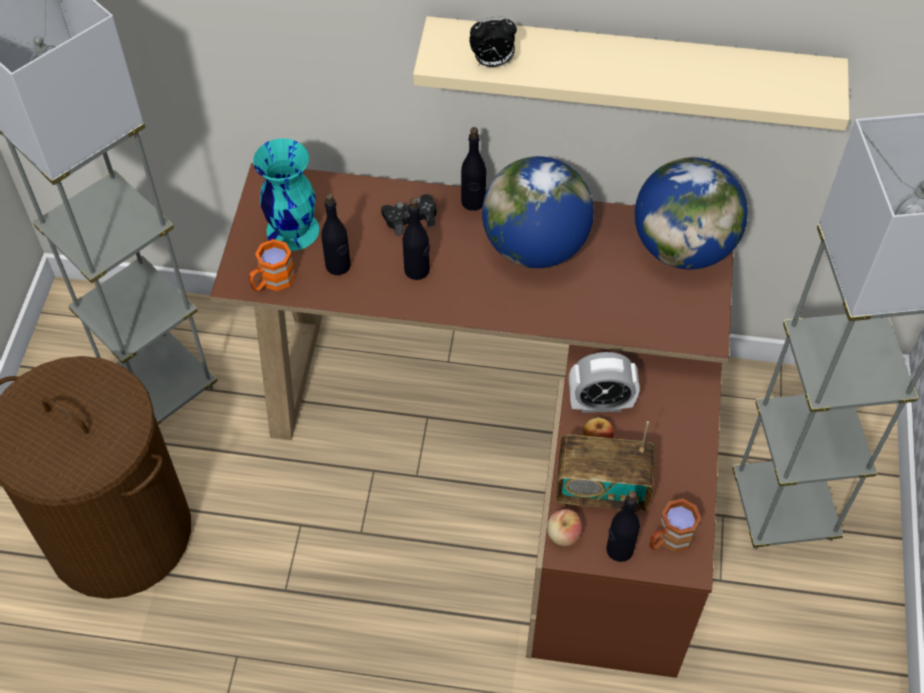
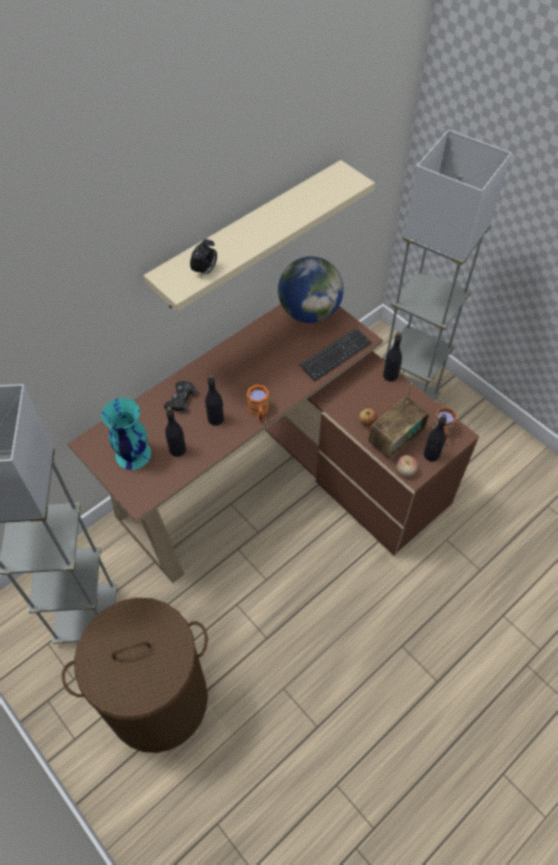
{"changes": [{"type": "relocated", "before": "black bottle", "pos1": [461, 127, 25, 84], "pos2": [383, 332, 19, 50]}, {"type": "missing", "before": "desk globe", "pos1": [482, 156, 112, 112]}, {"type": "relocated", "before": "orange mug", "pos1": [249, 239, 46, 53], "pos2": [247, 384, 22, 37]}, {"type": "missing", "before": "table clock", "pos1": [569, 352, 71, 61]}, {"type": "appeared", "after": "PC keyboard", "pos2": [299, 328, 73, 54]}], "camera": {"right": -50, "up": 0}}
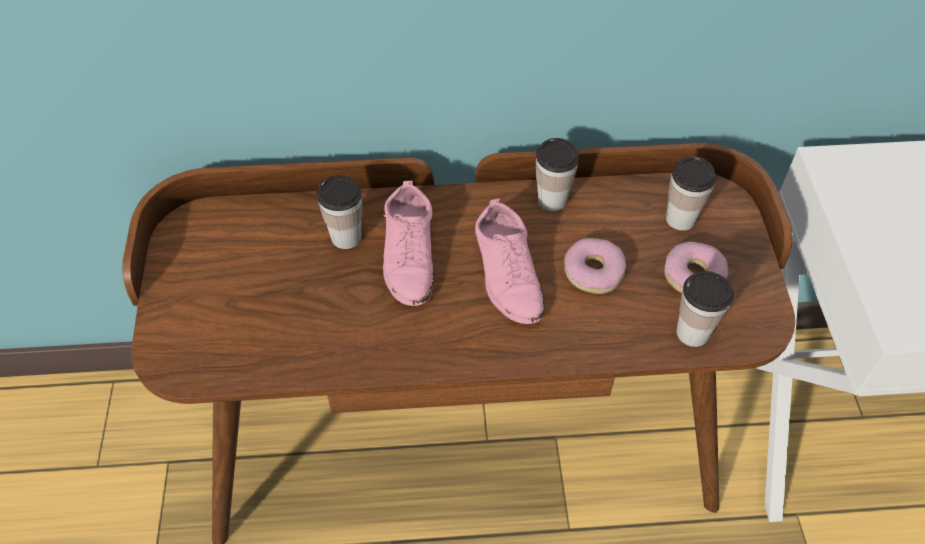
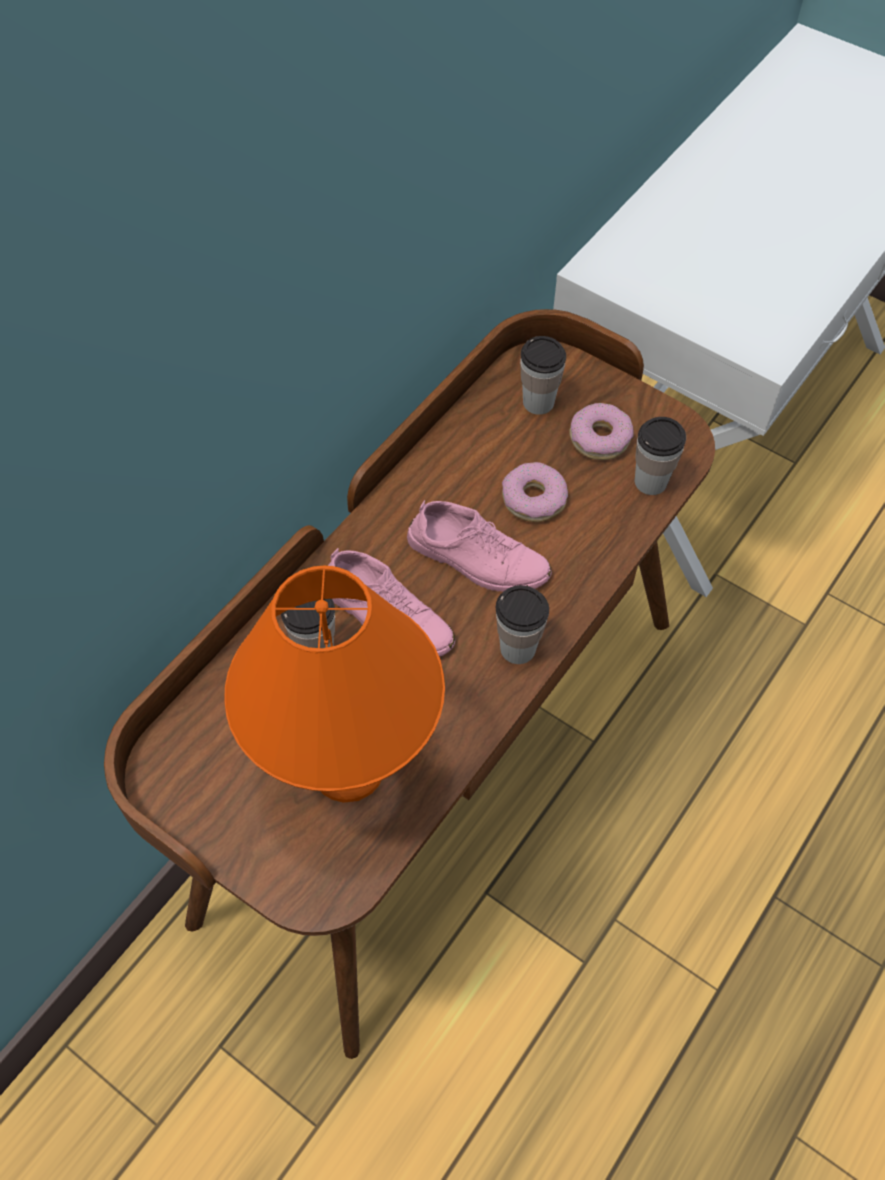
{"changes": [{"type": "relocated", "before": "small cup", "pos1": [536, 138, 43, 74], "pos2": [496, 585, 53, 79]}, {"type": "appeared", "after": "orange lamp for a table", "pos2": [225, 566, 220, 237]}], "camera": {"right": -50, "up": 5}}
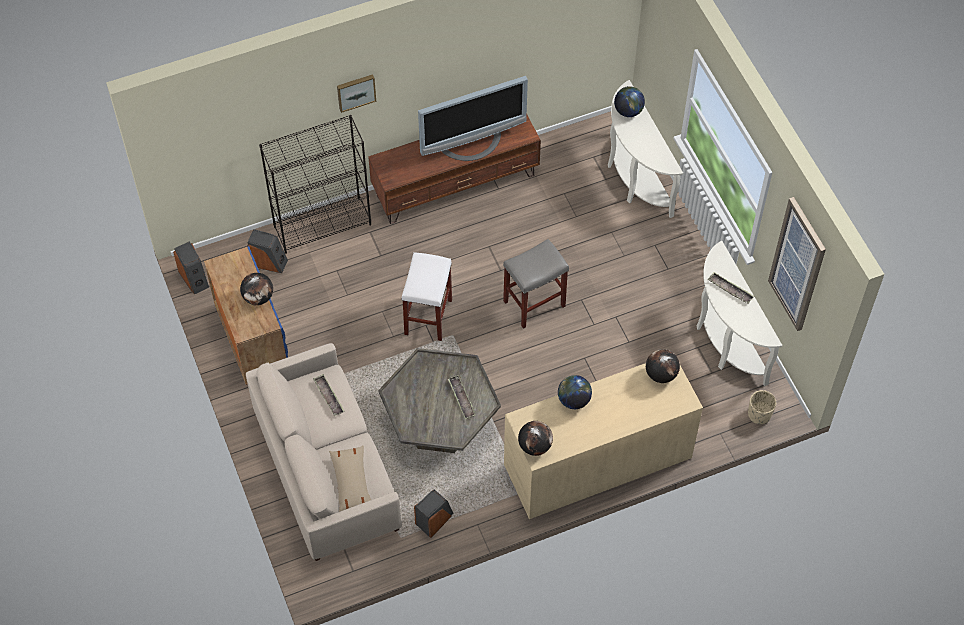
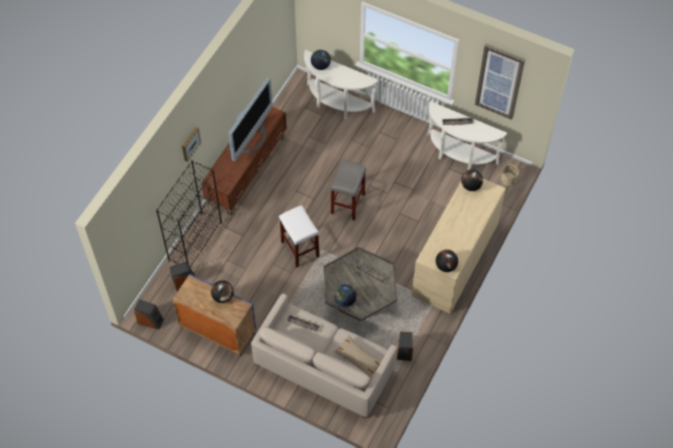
{"changes": [{"type": "relocated", "before": "desk globe", "pos1": [558, 375, 34, 34], "pos2": [334, 285, 22, 22]}], "camera": {"right": -40, "up": 0}}
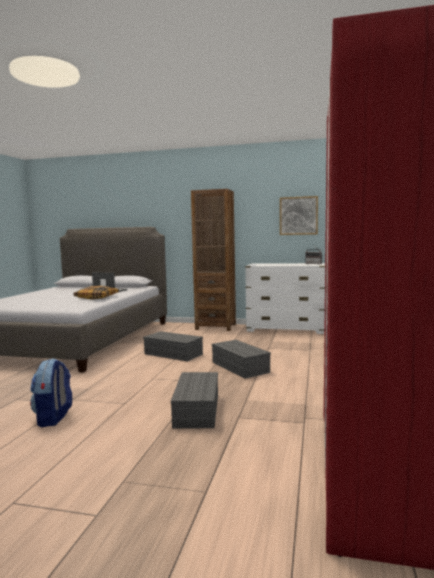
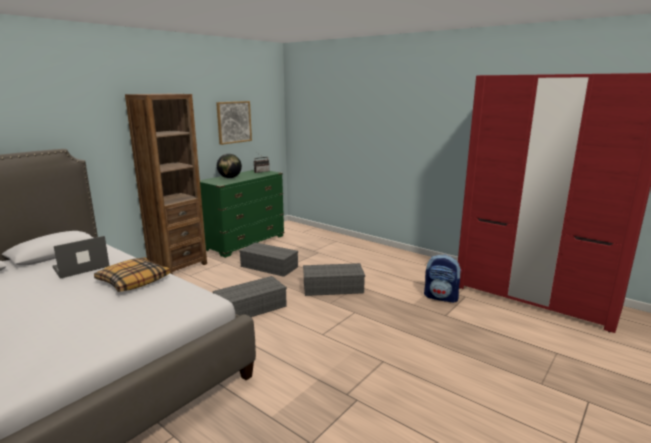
{"changes": [{"type": "colour", "before": "white-coloured chest of drawers", "after": "green-coloured chest of drawers", "pos1": [245, 263, 80, 71], "pos2": [200, 170, 84, 88]}, {"type": "relocated", "before": "rucksack", "pos1": [30, 358, 42, 69], "pos2": [424, 255, 38, 48]}, {"type": "relocated", "before": "greyish storage box", "pos1": [171, 372, 47, 56], "pos2": [239, 242, 59, 35]}, {"type": "appeared", "after": "desk globe", "pos2": [217, 154, 25, 24]}], "camera": {"right": -65, "up": 10}}
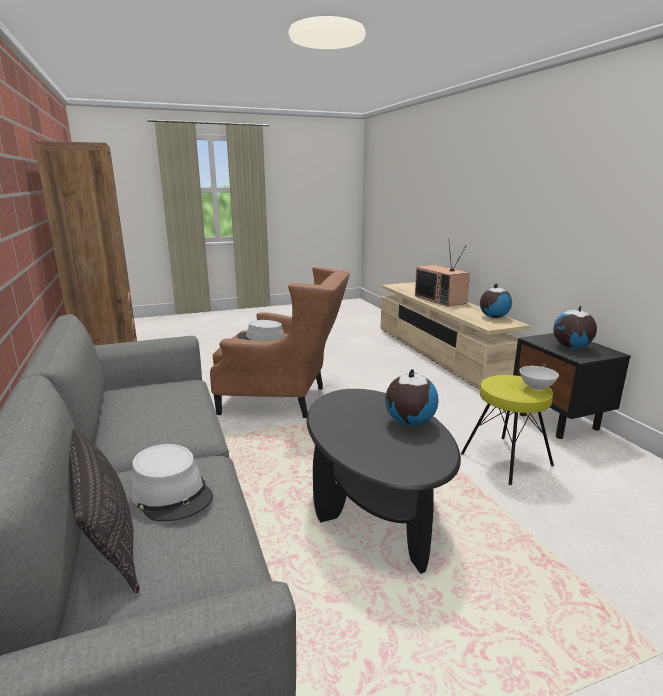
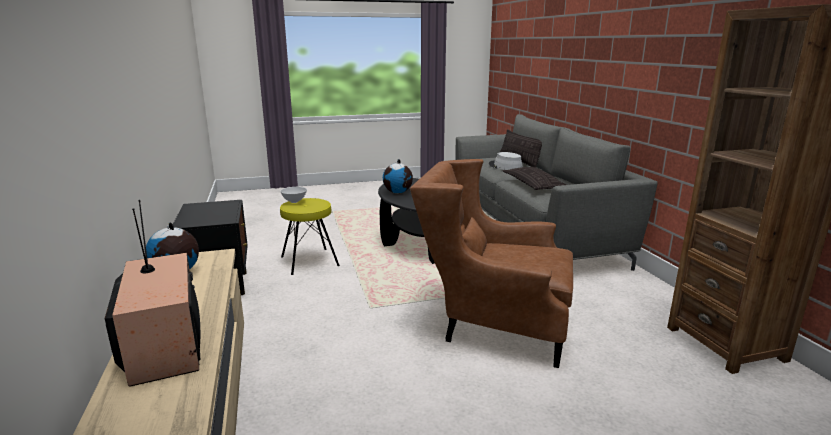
{"changes": [{"type": "missing", "before": "desk globe", "pos1": [553, 305, 44, 44]}, {"type": "missing", "before": "greyish hat", "pos1": [237, 320, 48, 21]}, {"type": "appeared", "after": "throw pillow", "pos2": [503, 167, 64, 23]}], "camera": {"right": -175, "up": 0}}
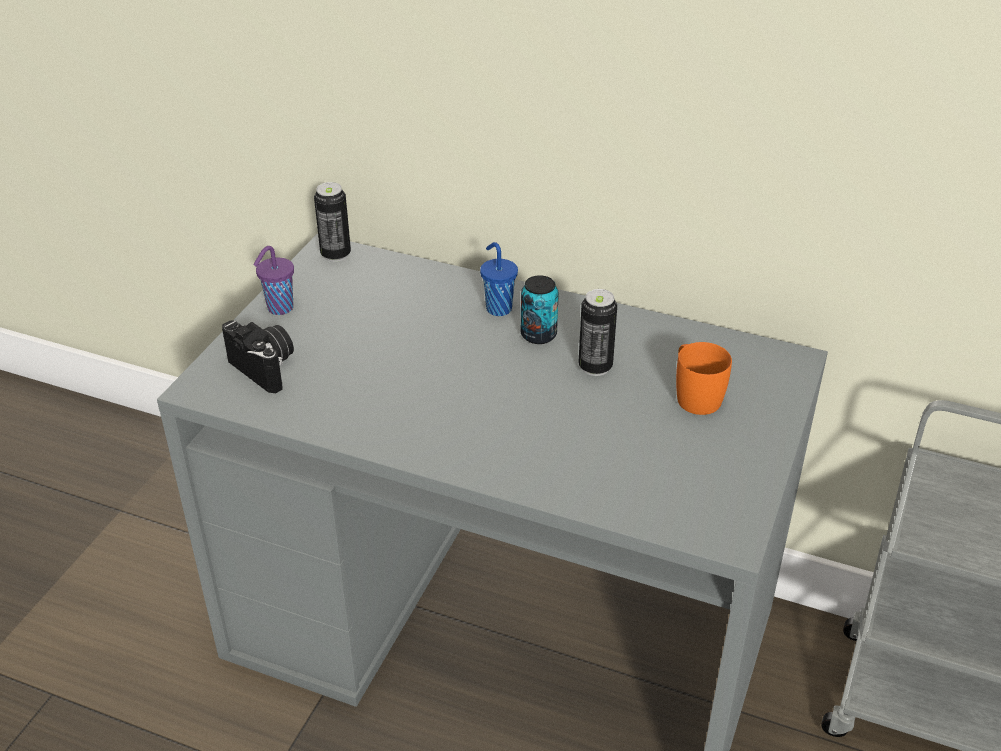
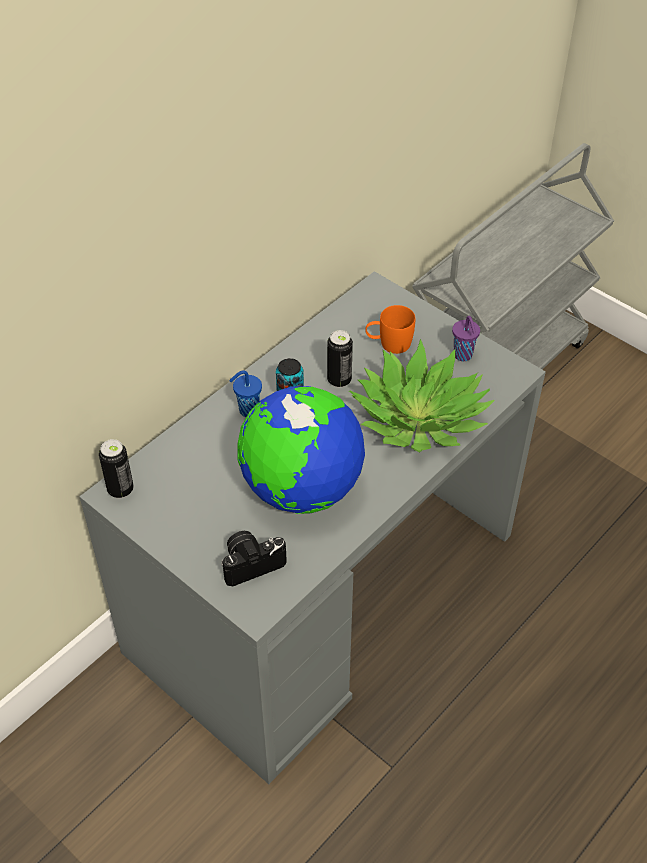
{"changes": [{"type": "relocated", "before": "purple-coloured small cup", "pos1": [253, 246, 41, 69], "pos2": [452, 316, 28, 45]}, {"type": "appeared", "after": "plant in a pot", "pos2": [349, 339, 146, 113]}, {"type": "appeared", "after": "desk globe", "pos2": [238, 386, 127, 128]}], "camera": {"right": -70, "up": 10}}
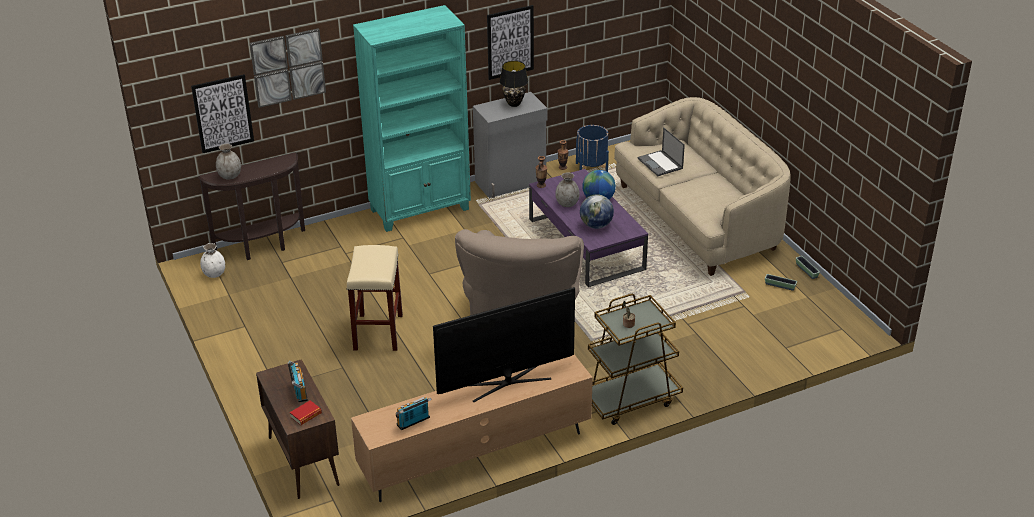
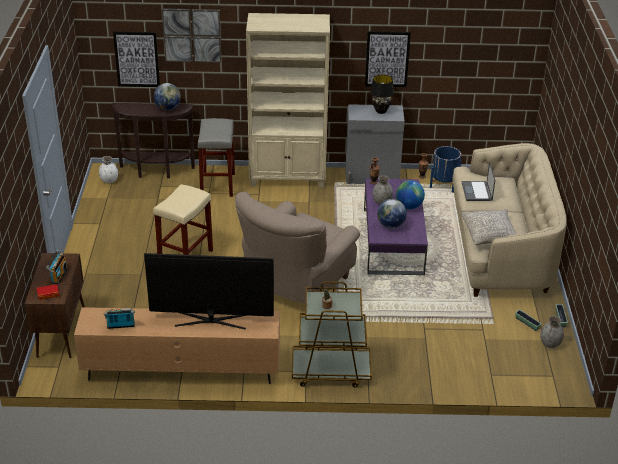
{"changes": [{"type": "colour", "before": "turquoise-coloured bookshelf", "after": "sand-coloured bookshelf", "pos1": [353, 5, 118, 227], "pos2": [246, 13, 84, 175]}, {"type": "relocated", "before": "greyish decorative vase", "pos1": [216, 144, 25, 36], "pos2": [540, 316, 24, 32]}, {"type": "appeared", "after": "desk globe", "pos2": [154, 83, 27, 27]}, {"type": "appeared", "after": "greyish stool seat", "pos2": [197, 118, 38, 79]}, {"type": "appeared", "after": "greyish throw pillow", "pos2": [461, 209, 56, 36]}], "camera": {"right": 25, "up": 0}}
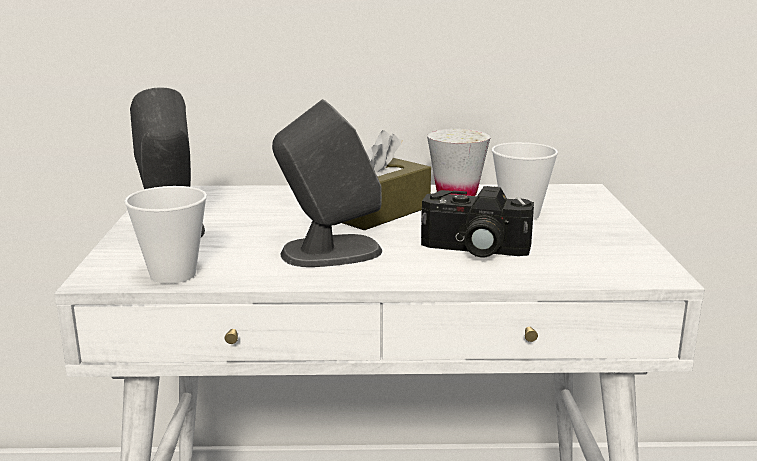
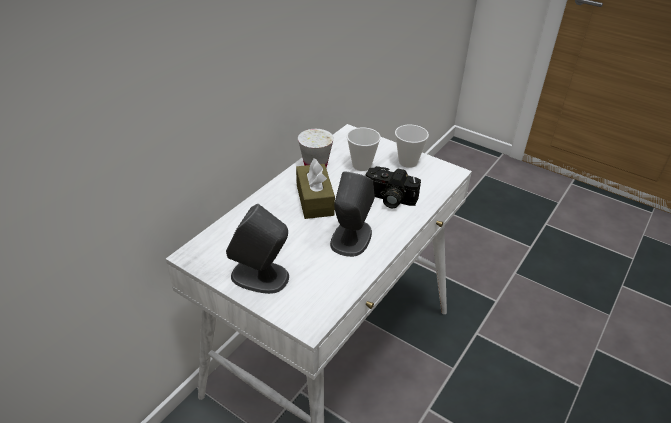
{"changes": [{"type": "relocated", "before": "small cup", "pos1": [124, 186, 83, 98], "pos2": [395, 125, 34, 43]}, {"type": "spun", "before": "photo camera", "pos1": [421, 186, 113, 72], "pos2": [366, 166, 55, 42], "turn": 60}], "camera": {"right": -55, "up": 20}}
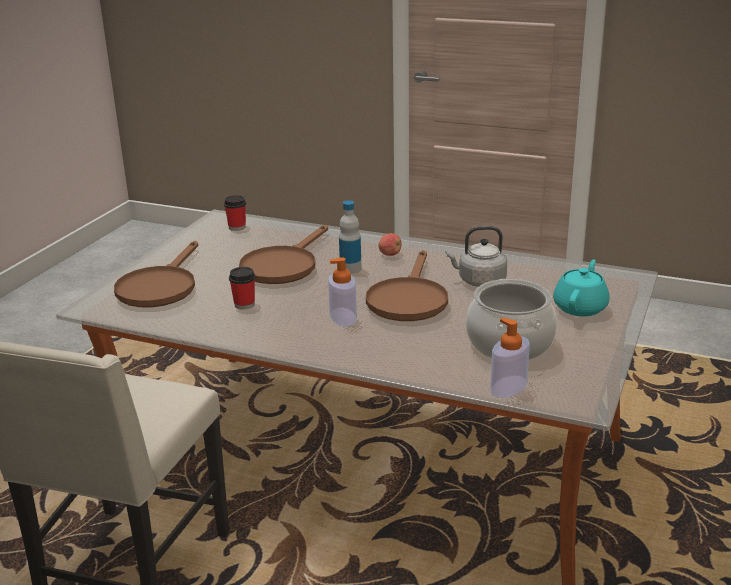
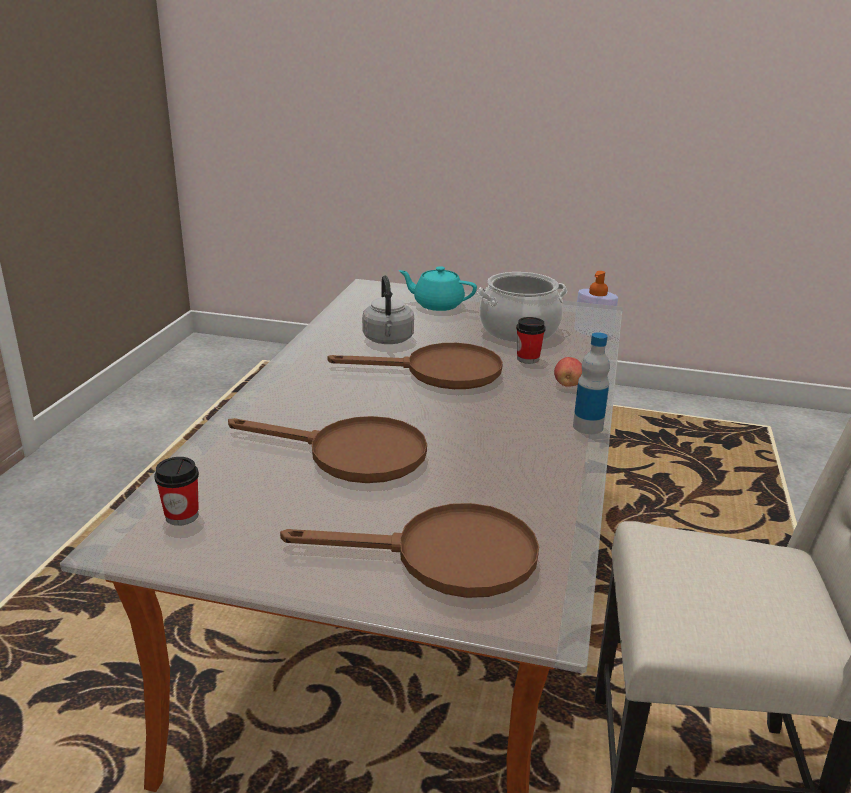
{"changes": [{"type": "relocated", "before": "bottle", "pos1": [339, 201, 23, 73], "pos2": [573, 332, 37, 102]}, {"type": "relocated", "before": "whole apple", "pos1": [379, 233, 23, 23], "pos2": [554, 357, 28, 30]}, {"type": "missing", "before": "soap dispenser", "pos1": [328, 257, 29, 69]}, {"type": "relocated", "before": "small cup", "pos1": [229, 267, 26, 42], "pos2": [516, 317, 30, 47]}], "camera": {"right": -100, "up": 0}}
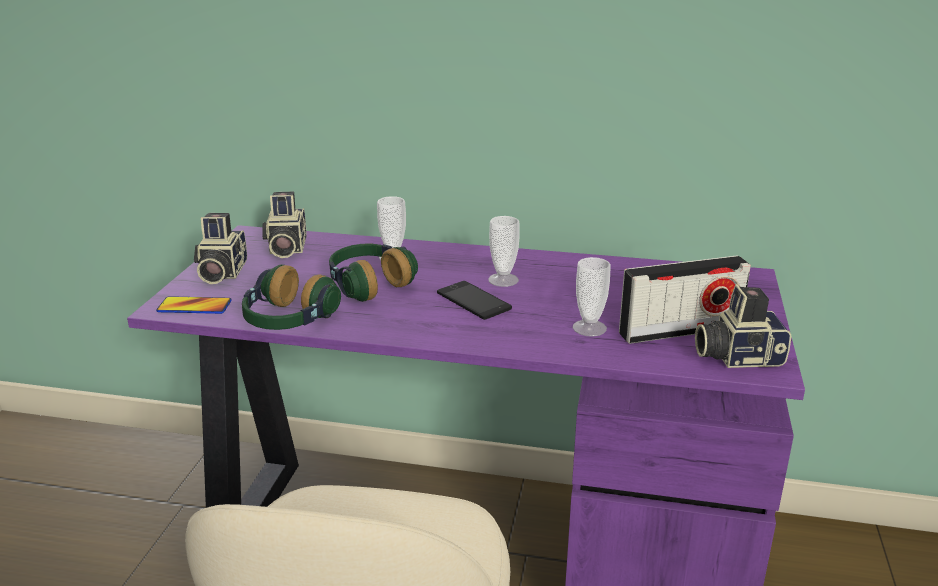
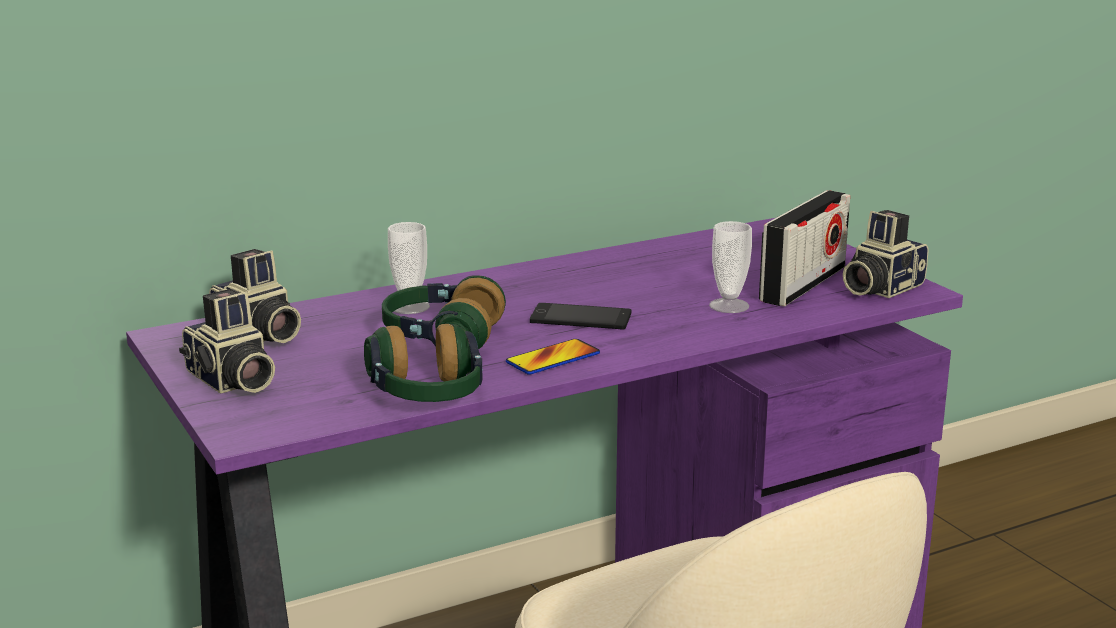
{"changes": [{"type": "missing", "before": "small cup", "pos1": [488, 216, 32, 71]}, {"type": "relocated", "before": "telephone", "pos1": [156, 296, 76, 18], "pos2": [506, 339, 94, 36]}], "camera": {"right": -40, "up": -5}}
